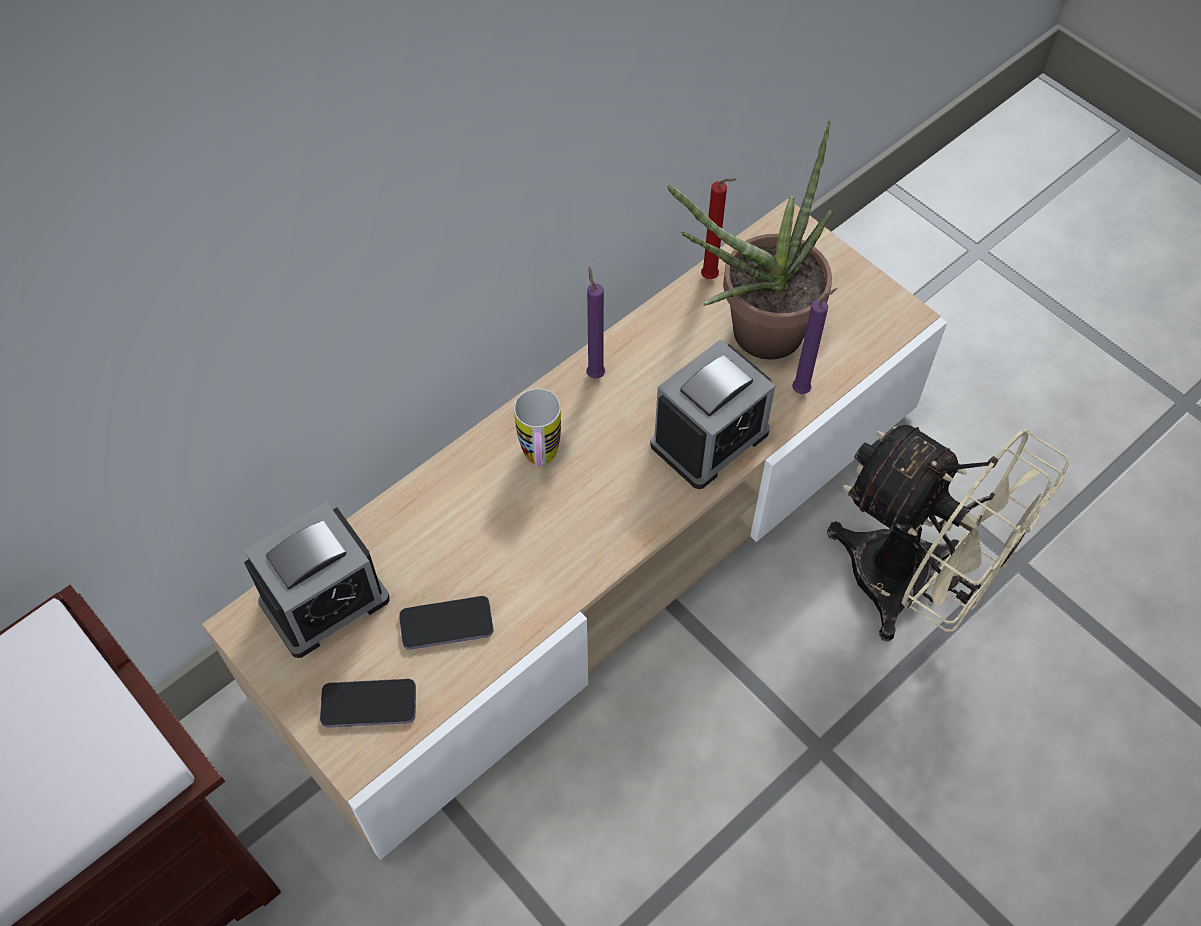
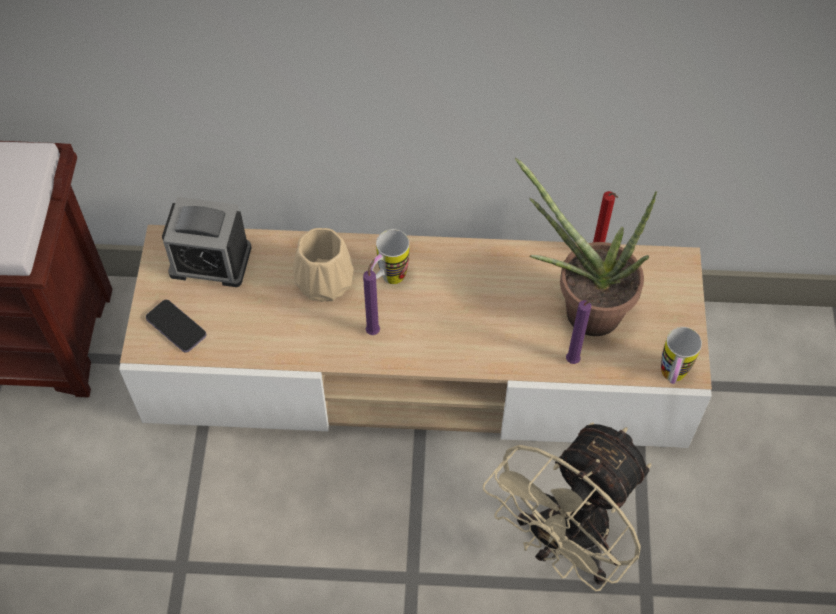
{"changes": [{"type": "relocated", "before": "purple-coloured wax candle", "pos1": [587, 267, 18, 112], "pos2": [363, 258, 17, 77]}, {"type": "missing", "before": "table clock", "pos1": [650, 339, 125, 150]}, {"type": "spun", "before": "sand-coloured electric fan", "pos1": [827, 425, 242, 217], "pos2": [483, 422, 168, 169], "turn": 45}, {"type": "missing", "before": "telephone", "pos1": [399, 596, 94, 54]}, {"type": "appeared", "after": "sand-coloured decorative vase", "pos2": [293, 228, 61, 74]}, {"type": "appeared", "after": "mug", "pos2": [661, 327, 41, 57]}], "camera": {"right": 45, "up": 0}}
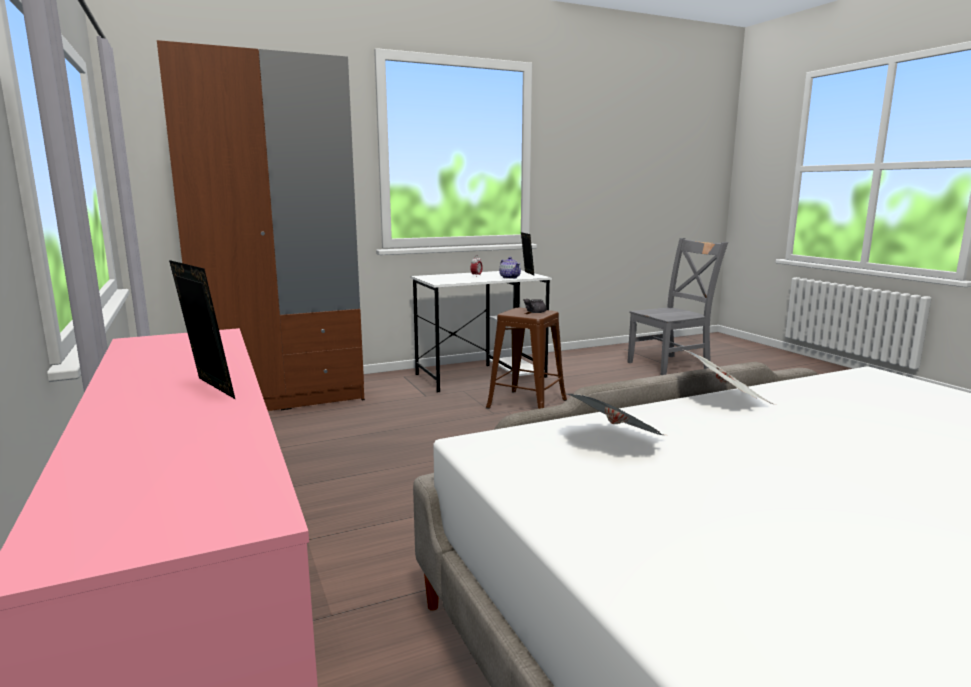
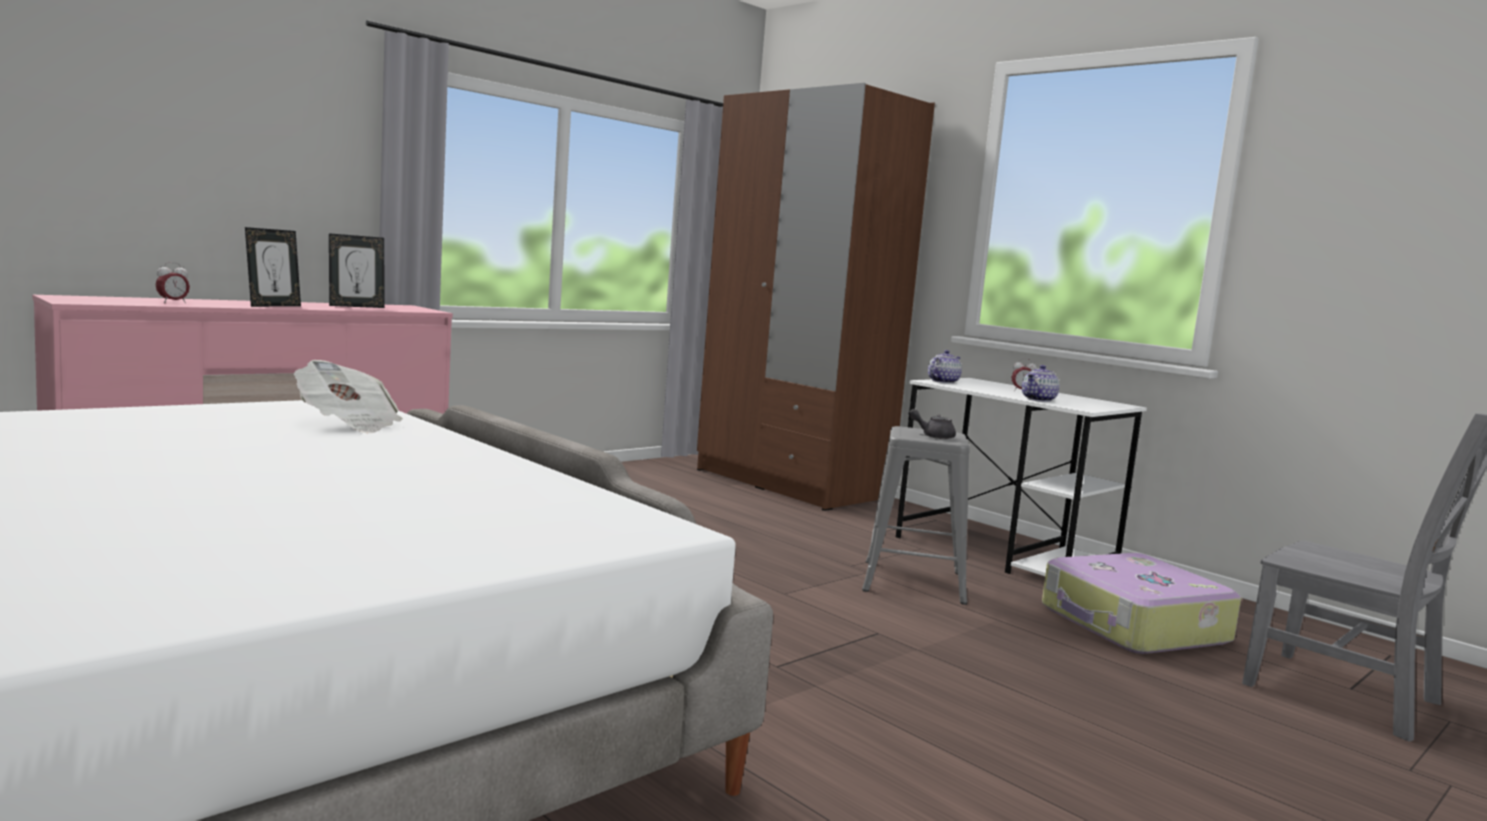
{"changes": [{"type": "relocated", "before": "picture frame", "pos1": [521, 232, 14, 44], "pos2": [329, 233, 56, 75]}, {"type": "colour", "before": "brownish stool seat", "after": "greyish stool seat", "pos1": [486, 308, 81, 101], "pos2": [862, 426, 108, 179]}, {"type": "missing", "before": "daily paper", "pos1": [684, 350, 93, 55]}, {"type": "appeared", "after": "table clock", "pos2": [156, 262, 34, 41]}, {"type": "appeared", "after": "tea pot", "pos2": [928, 350, 34, 34]}, {"type": "appeared", "after": "piece of luggage", "pos2": [1042, 553, 199, 101]}], "camera": {"right": 70, "up": -5}}
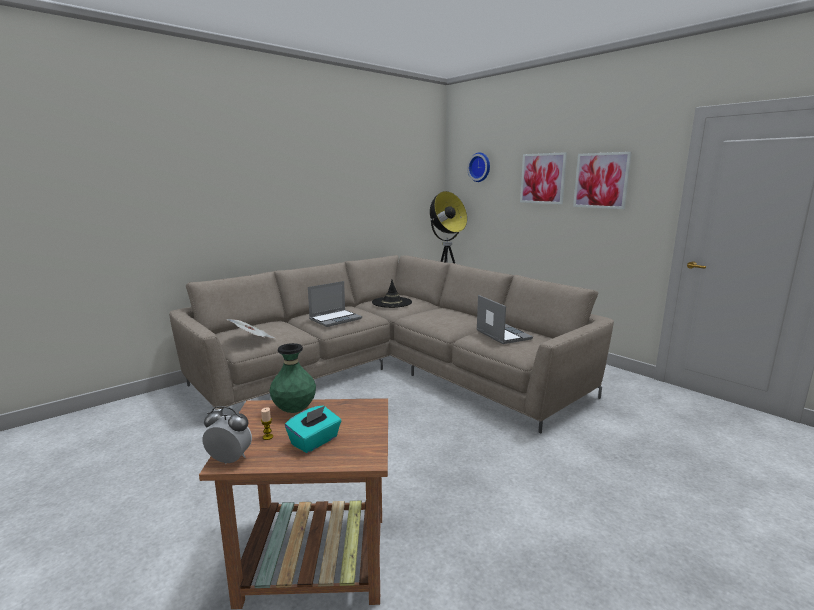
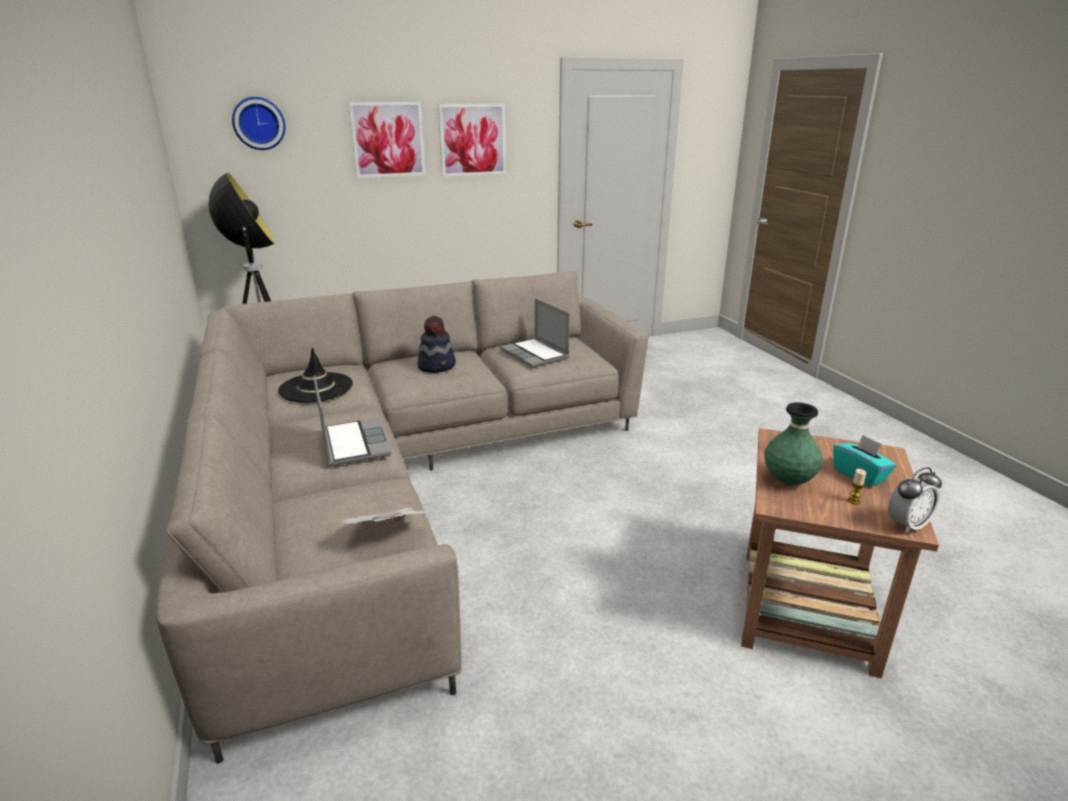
{"changes": [{"type": "spun", "before": "portable computer", "pos1": [476, 295, 57, 49], "pos2": [500, 298, 70, 70], "turn": -120}, {"type": "spun", "before": "table clock", "pos1": [202, 406, 50, 58], "pos2": [888, 467, 54, 67], "turn": -150}, {"type": "appeared", "after": "hat", "pos2": [418, 316, 38, 57]}], "camera": {"right": -70, "up": 10}}
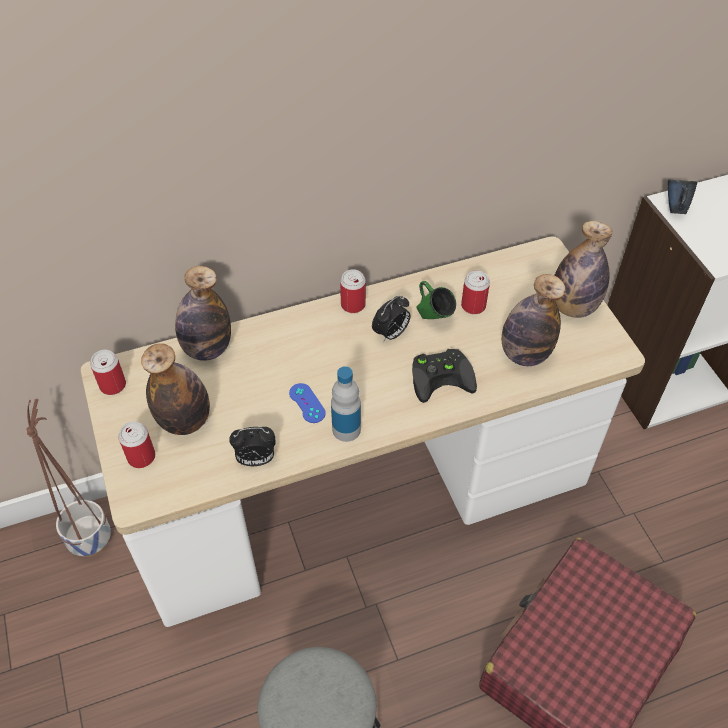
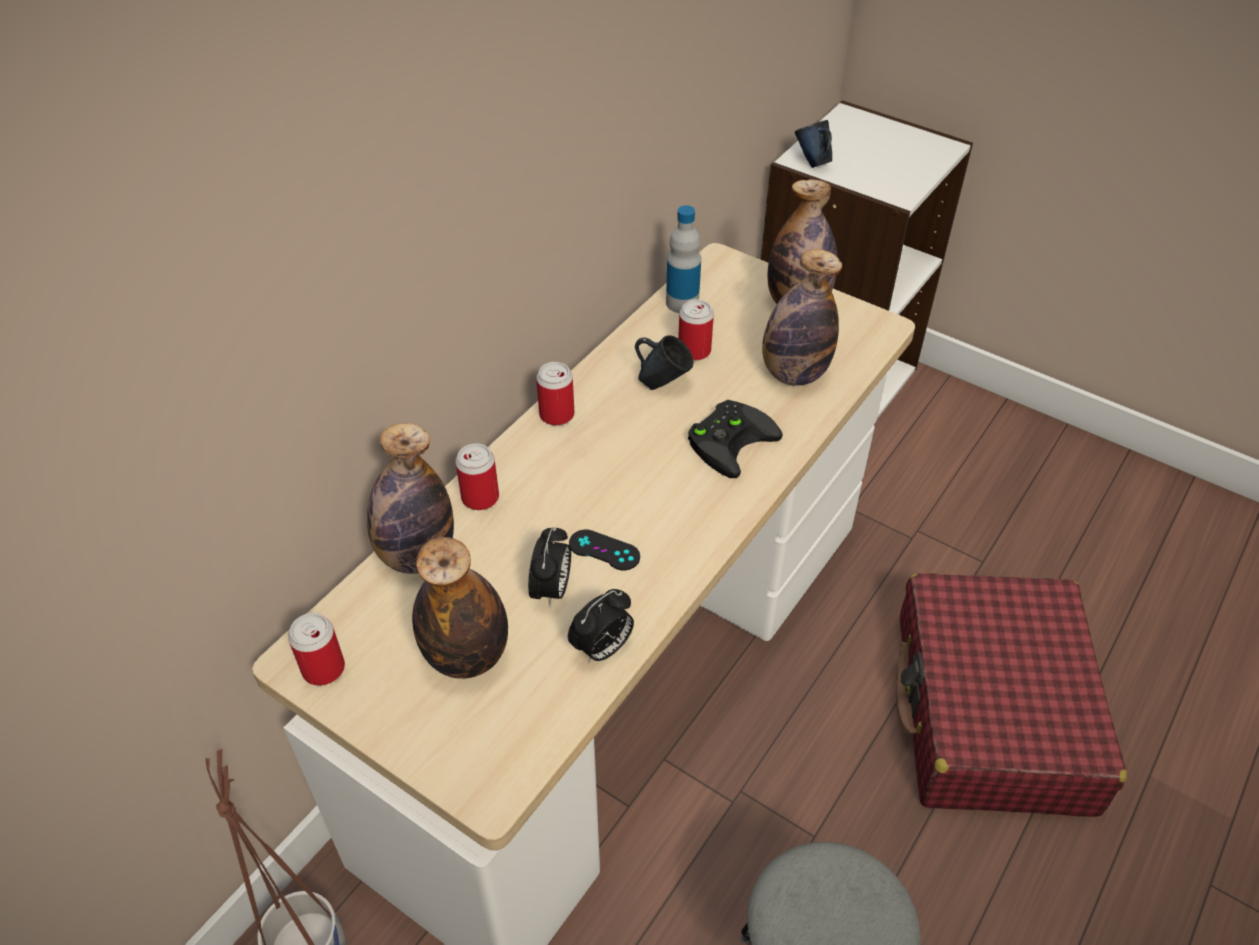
{"changes": [{"type": "colour", "before": "green-coloured mug", "after": "blue mug", "pos1": [416, 281, 40, 38], "pos2": [635, 335, 59, 55]}, {"type": "relocated", "before": "table clock", "pos1": [372, 296, 39, 46], "pos2": [528, 527, 43, 80]}, {"type": "relocated", "before": "bottle", "pos1": [331, 366, 30, 76], "pos2": [666, 205, 35, 108]}, {"type": "colour", "before": "blue joypad", "after": "black joypad", "pos1": [289, 383, 37, 40], "pos2": [569, 530, 71, 40]}, {"type": "relocated", "before": "metal can", "pos1": [118, 421, 37, 47], "pos2": [455, 443, 44, 67]}], "camera": {"right": -35, "up": -5}}
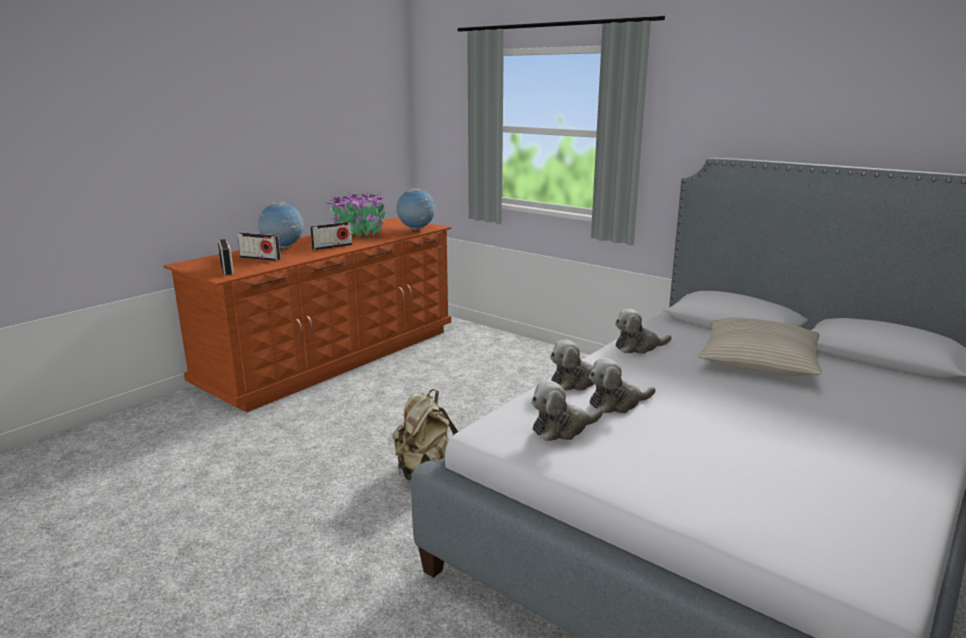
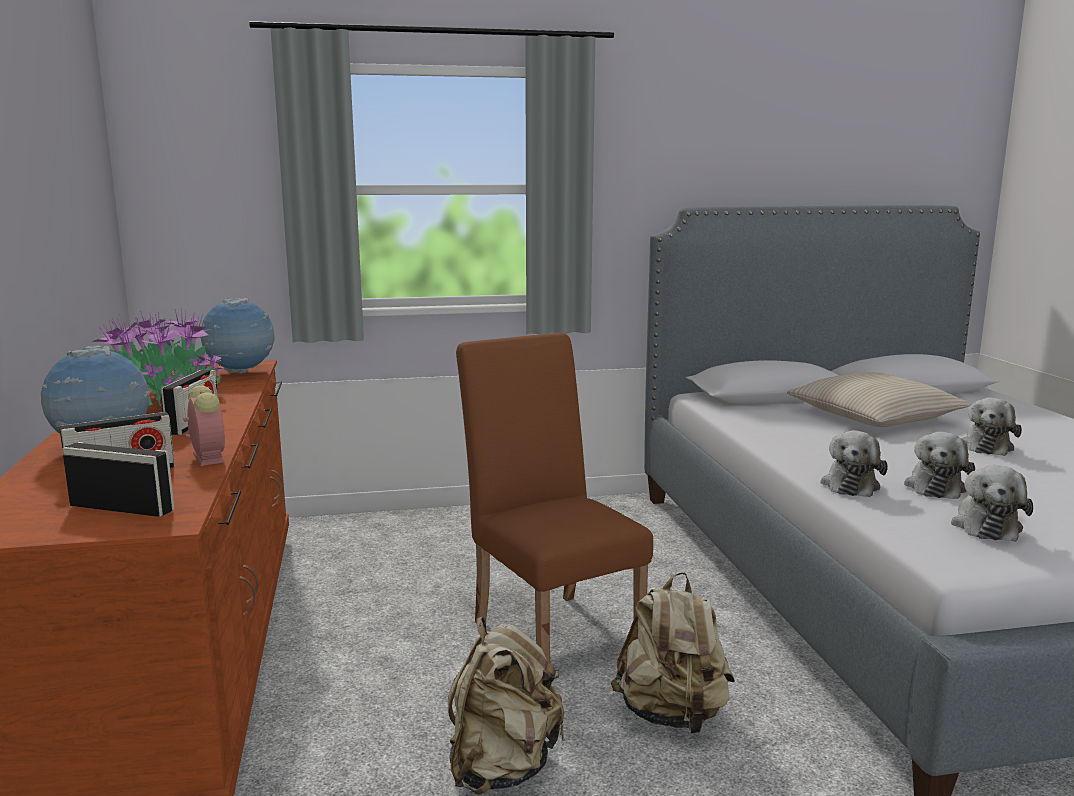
{"changes": [{"type": "relocated", "before": "soft toy", "pos1": [615, 309, 57, 45], "pos2": [961, 397, 61, 59]}, {"type": "appeared", "after": "brownish upright chair", "pos2": [456, 332, 197, 341]}, {"type": "appeared", "after": "table clock", "pos2": [183, 385, 42, 81]}, {"type": "appeared", "after": "sand-coloured rucksack", "pos2": [448, 617, 117, 177]}], "camera": {"right": -50, "up": -5}}
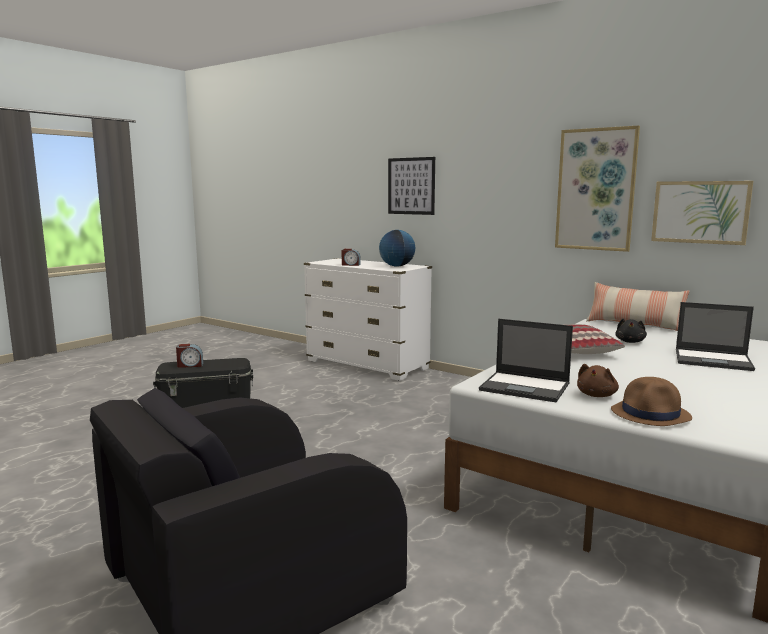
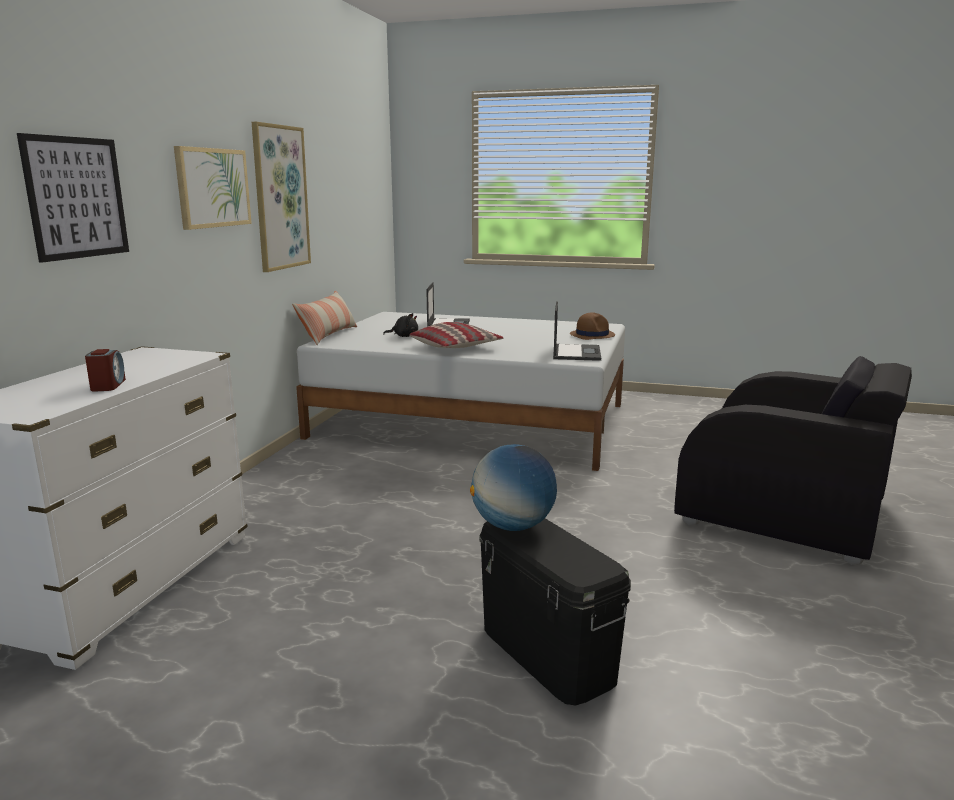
{"changes": [{"type": "relocated", "before": "wall art", "pos1": [651, 181, 102, 64], "pos2": [174, 146, 78, 84]}, {"type": "relocated", "before": "desk globe", "pos1": [379, 230, 36, 37], "pos2": [470, 444, 87, 87]}, {"type": "missing", "before": "table clock", "pos1": [176, 344, 27, 24]}, {"type": "missing", "before": "brownish soft toy", "pos1": [577, 364, 42, 33]}], "camera": {"right": -110, "up": 5}}
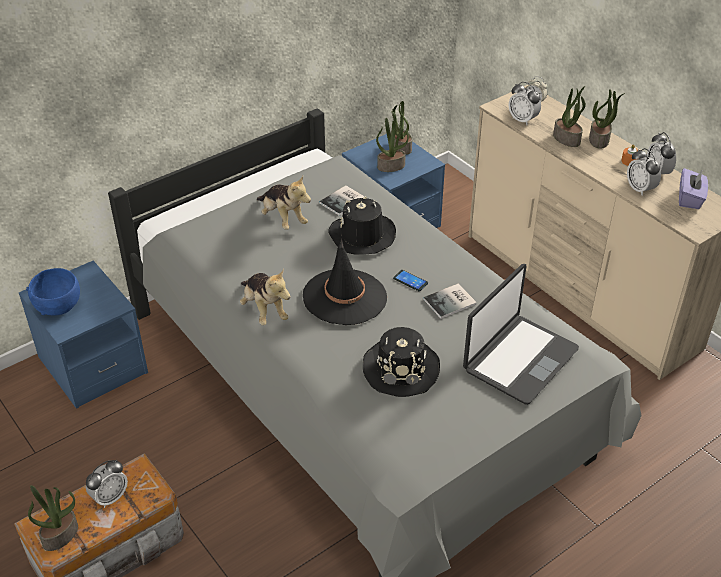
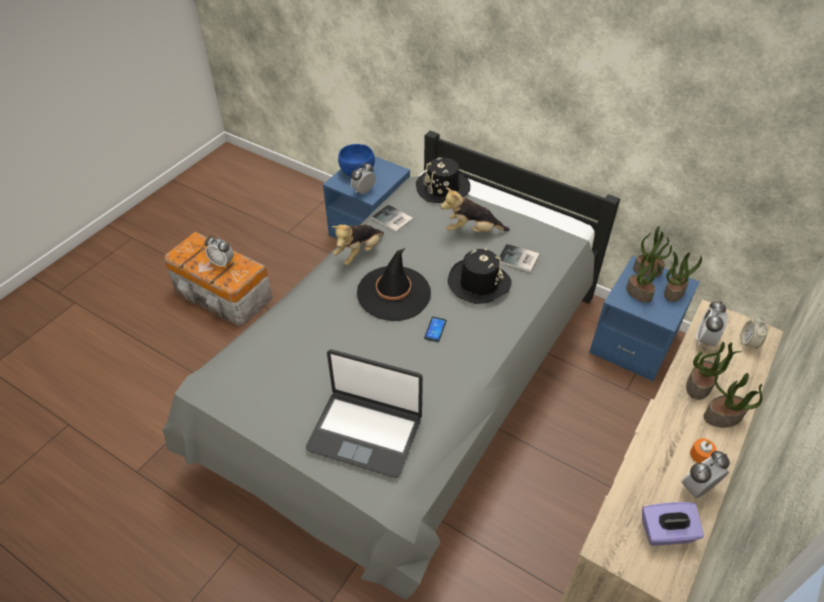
{"changes": [{"type": "relocated", "before": "table clock", "pos1": [627, 148, 34, 48], "pos2": [351, 162, 25, 32]}, {"type": "spun", "before": "soft toy", "pos1": [257, 176, 54, 54], "pos2": [441, 187, 69, 45], "turn": 60}, {"type": "relocated", "before": "book", "pos1": [423, 283, 54, 36], "pos2": [372, 204, 41, 29]}, {"type": "relocated", "before": "black hat", "pos1": [363, 327, 77, 70], "pos2": [416, 157, 54, 46]}, {"type": "relocated", "before": "plant in a pot", "pos1": [28, 485, 50, 66], "pos2": [633, 226, 39, 51]}], "camera": {"right": 70, "up": 5}}
